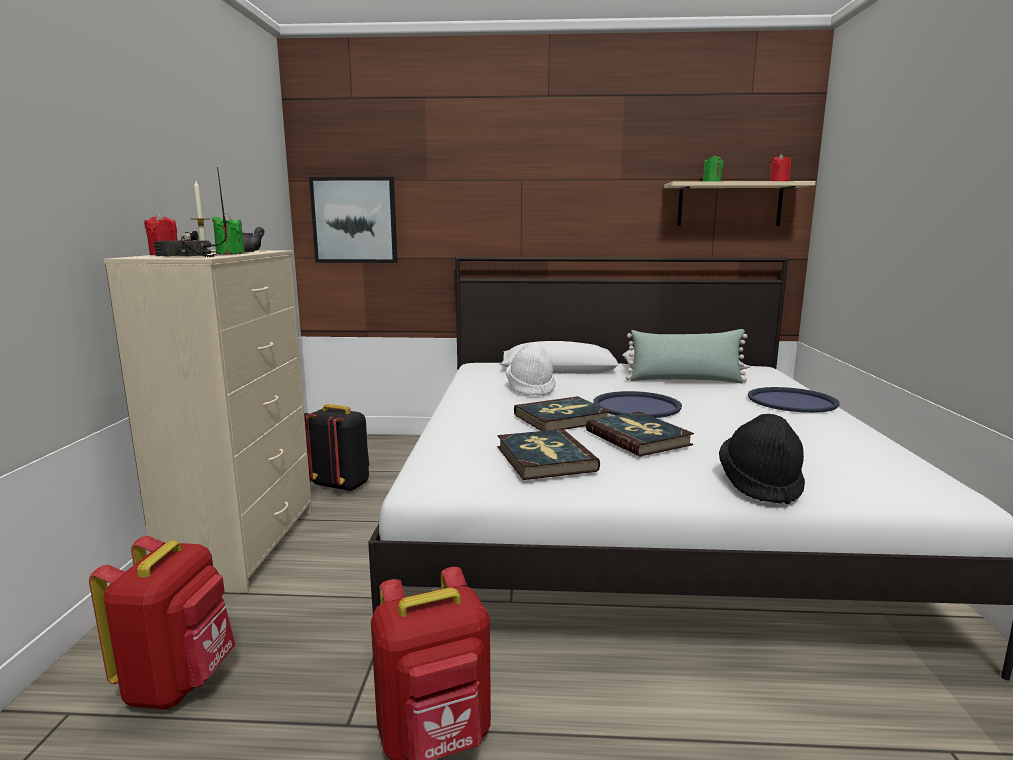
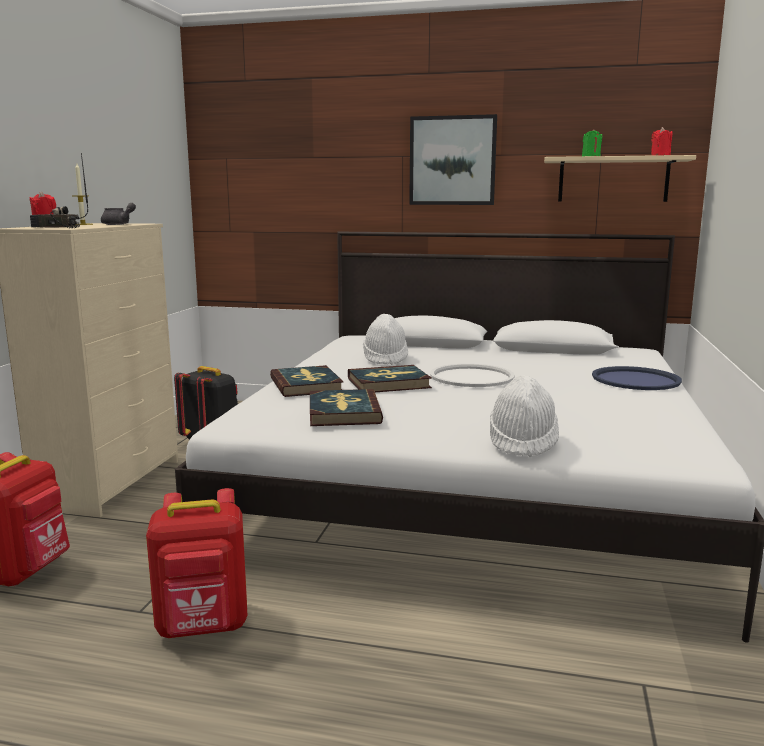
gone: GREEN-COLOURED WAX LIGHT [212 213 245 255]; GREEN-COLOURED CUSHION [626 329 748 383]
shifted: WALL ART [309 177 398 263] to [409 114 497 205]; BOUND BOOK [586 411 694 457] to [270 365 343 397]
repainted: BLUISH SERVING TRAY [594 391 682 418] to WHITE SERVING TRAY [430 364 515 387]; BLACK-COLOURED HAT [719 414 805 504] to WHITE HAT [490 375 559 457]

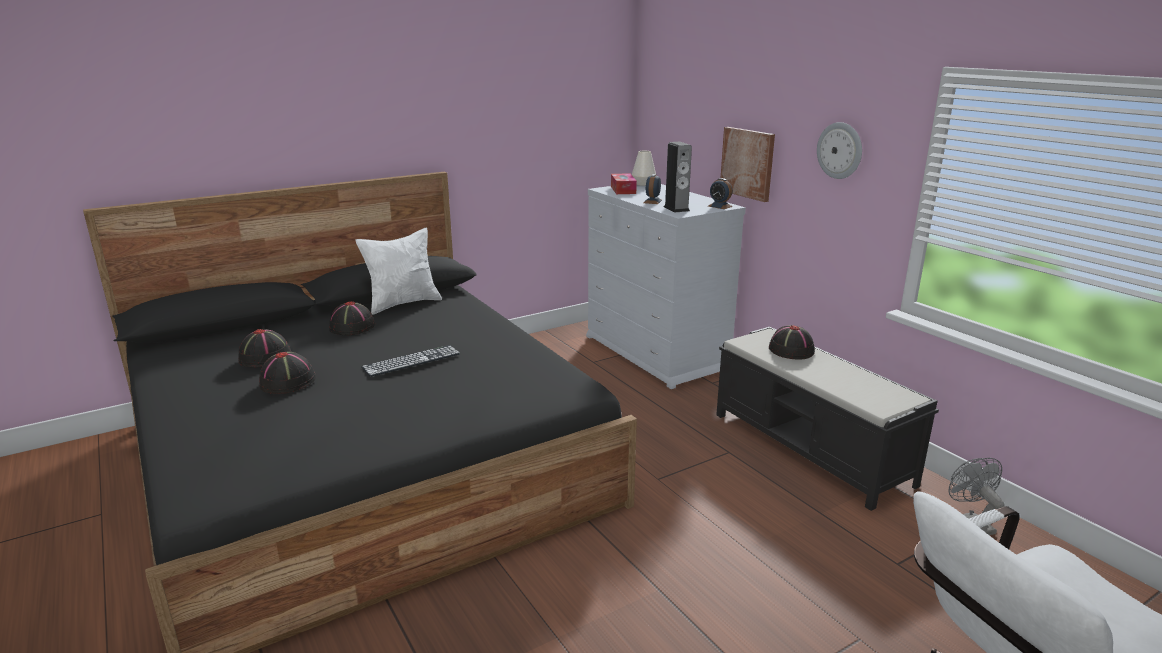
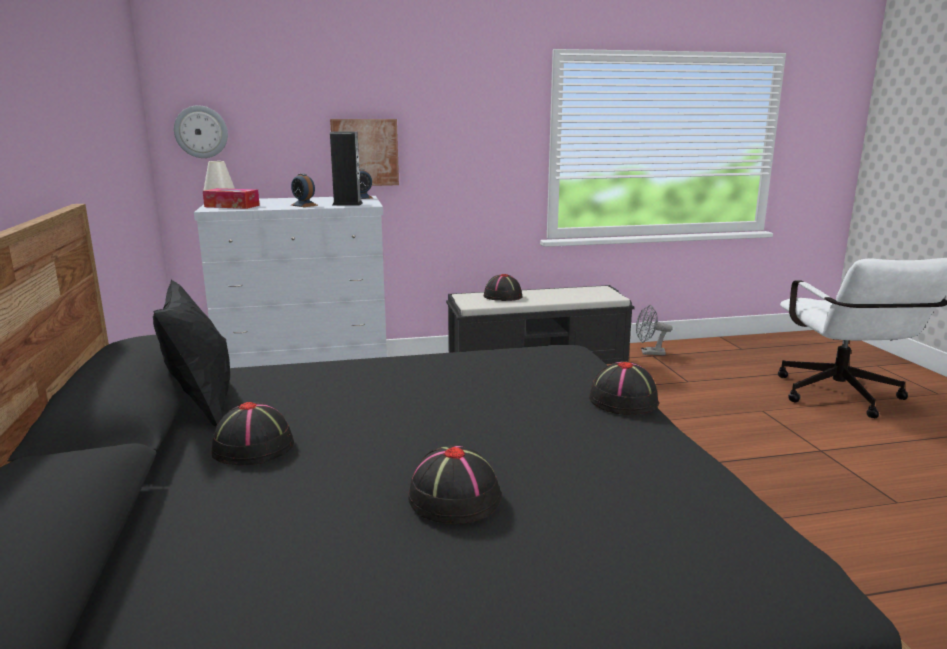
gone: KEYBOARD [361 345 460 377]
shifted: CLOCK ON THE WALL [817 122 862 179] to [174 105 228 158]; BLACK-COLOURED HAT [238 329 291 367] to [589 361 659 415]
repainted: WHITE CUSHION [355 228 442 315] to BLACK-COLOURED CUSHION [153 280 230 426]

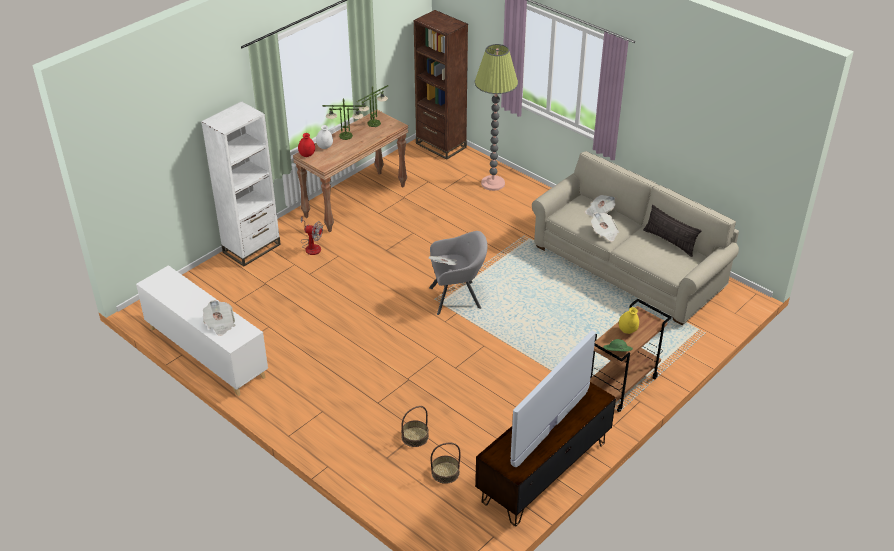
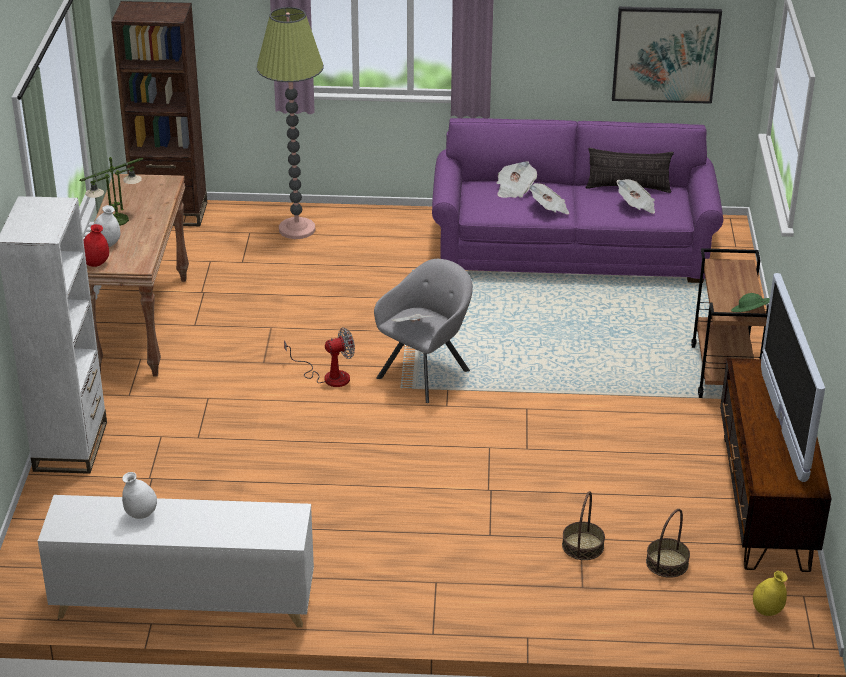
gone: TABLETOP LAMP [357 85 388 127]
new: WALL ART [612 7 722 104]; WHITE DECORATIVE VASE [122 472 157 519]
shifted: ELECTRIC FAN [301 217 323 255] to [284 327 355 387]; NEWSPAPER [203 300 235 336] to [617 179 655 214]; YELLOWISH DECORATIVE VASE [619 307 639 334] to [753 571 787 616]
repainted: BEIGE-COLOURED SETTEE [532 151 739 325] to PURPLISH SETTEE [432 118 723 283]

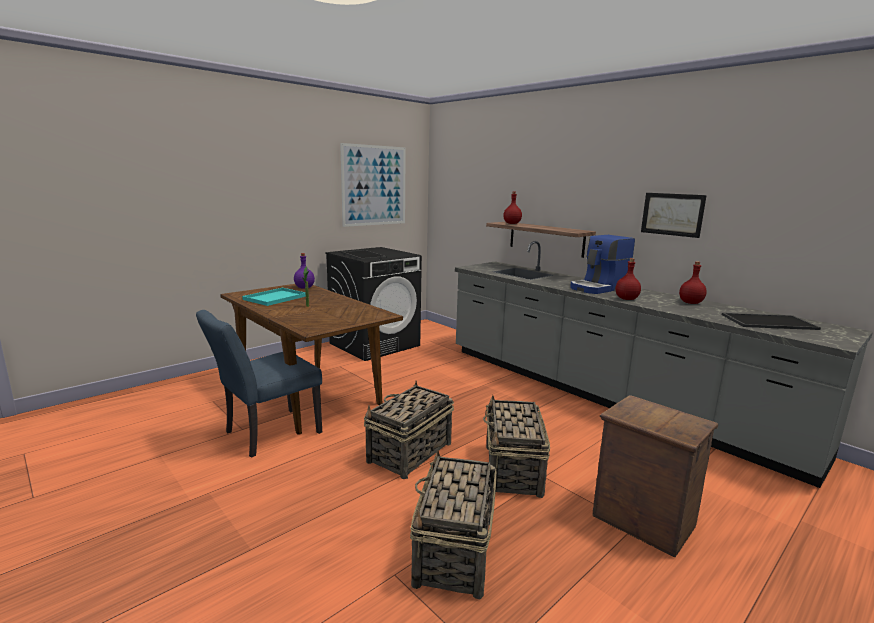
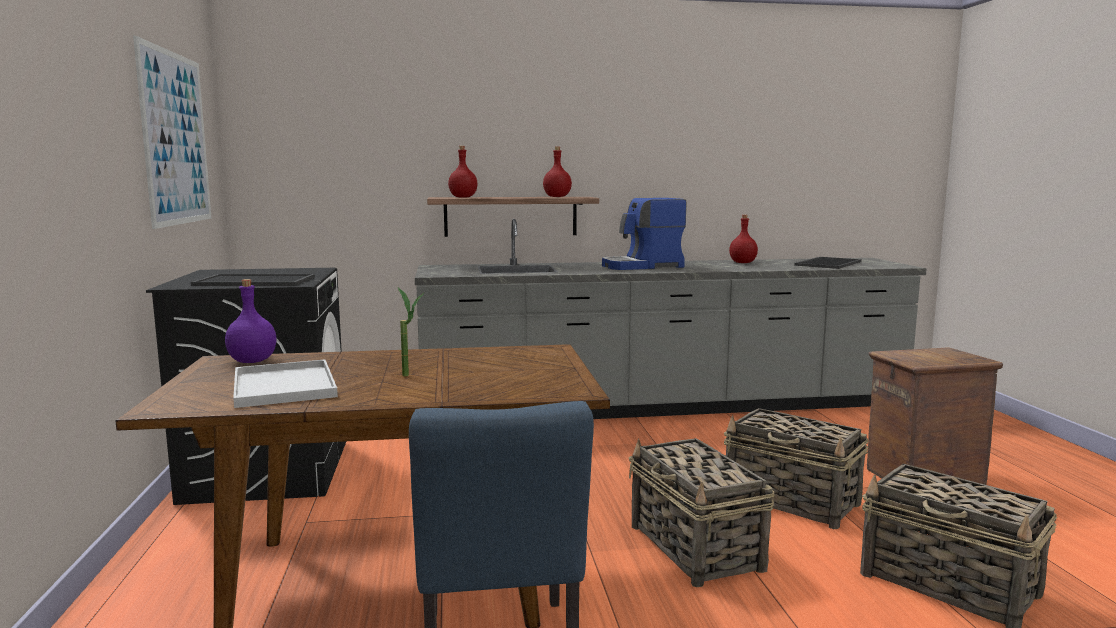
gone: WALL ART [641 193 707 238]
shifted: RED-COLOURED BOTTLE [616 258 641 300] to [543 146 572 197]
repainted: TURQUOISE SERVING TRAY [242 288 306 306] to WHITE SERVING TRAY [233 359 338 408]
rotated: COFFEE MAKER [570 235 635 294] = [602 198 686 270] 75 degrees clockwise

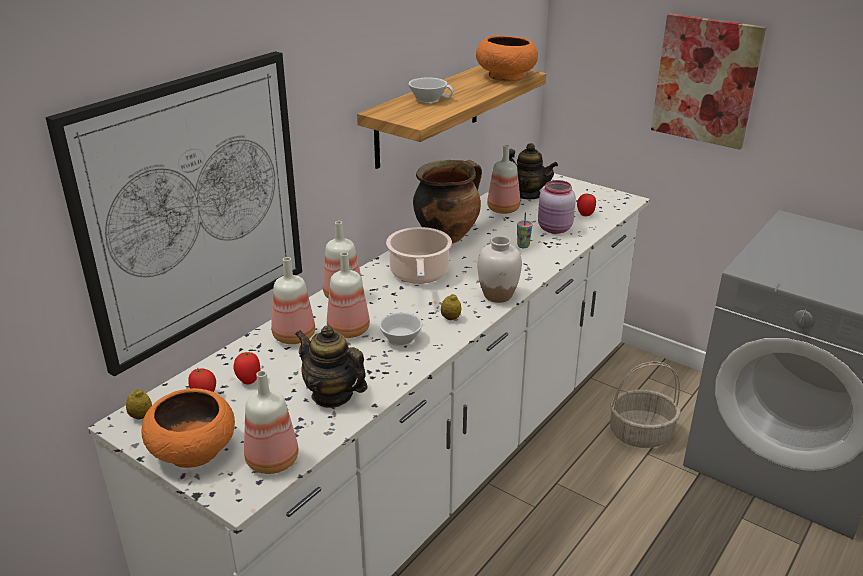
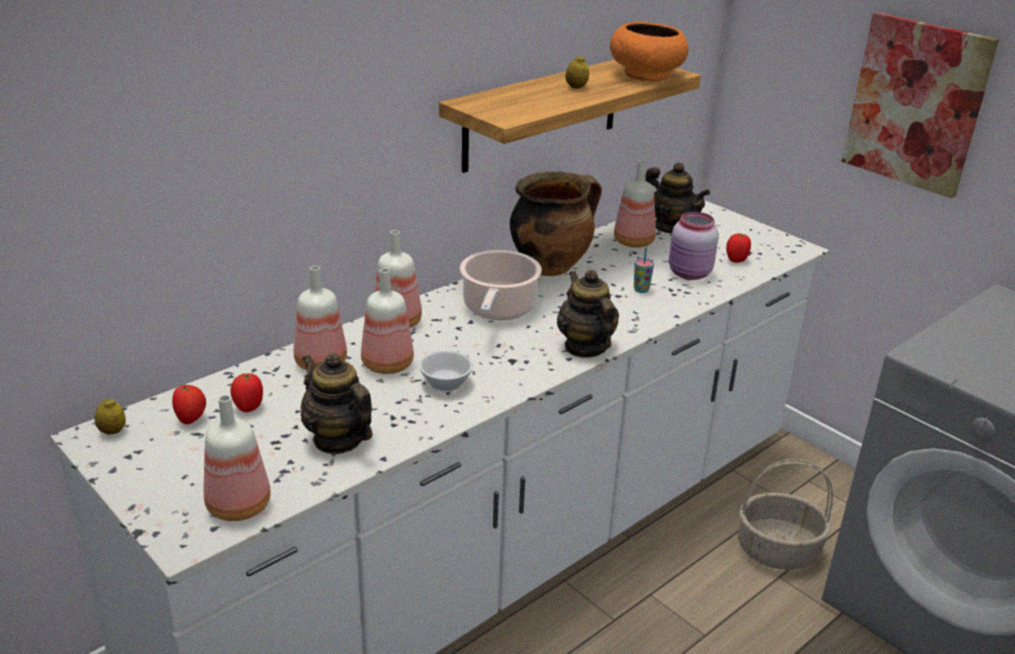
gone: WALL ART [45 51 302 377]; WHITE SMALL CUP [409 78 454 103]; ORANGE DEEP DISH [141 388 235 468]
shifted: LEMON [441 294 461 320] to [566 55 589 88]
swapped: WHITE DECORATIVE VASE [477 236 522 303] to POT FOR TEA [557 269 619 358]

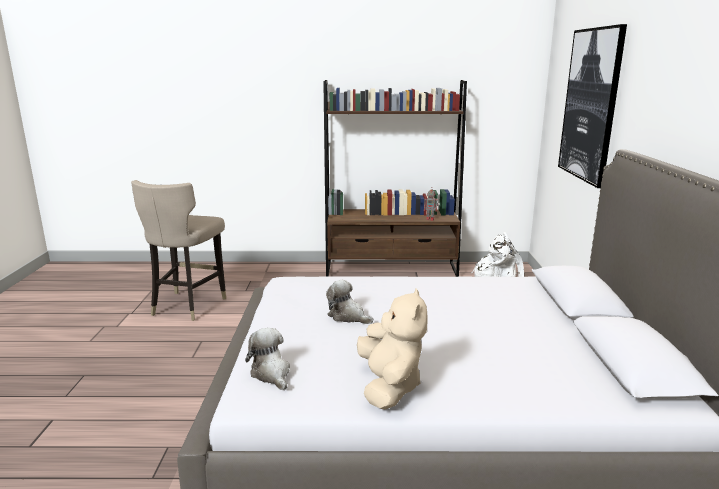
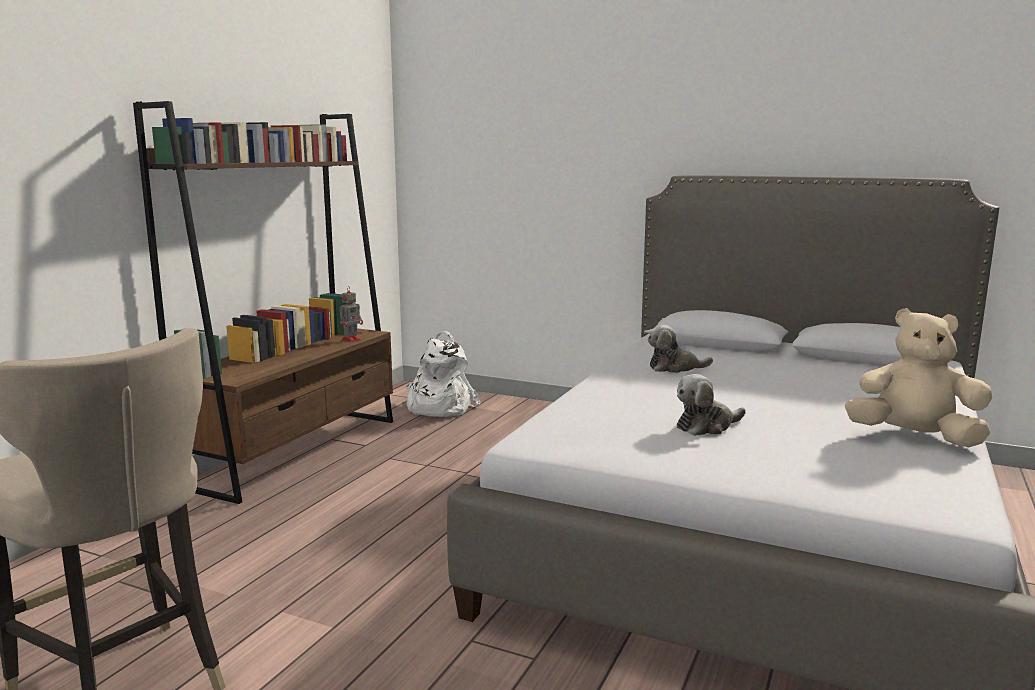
gone: WALL ART [558 24 627 188]
shifted: PLUSH TOY [245 328 290 390] to [648 325 713 373]

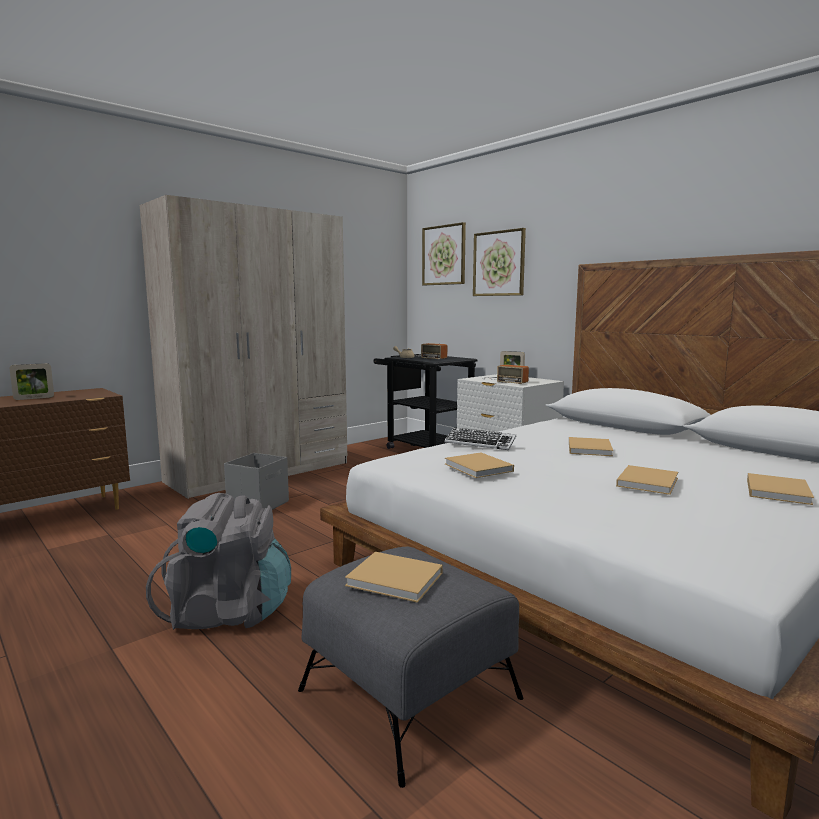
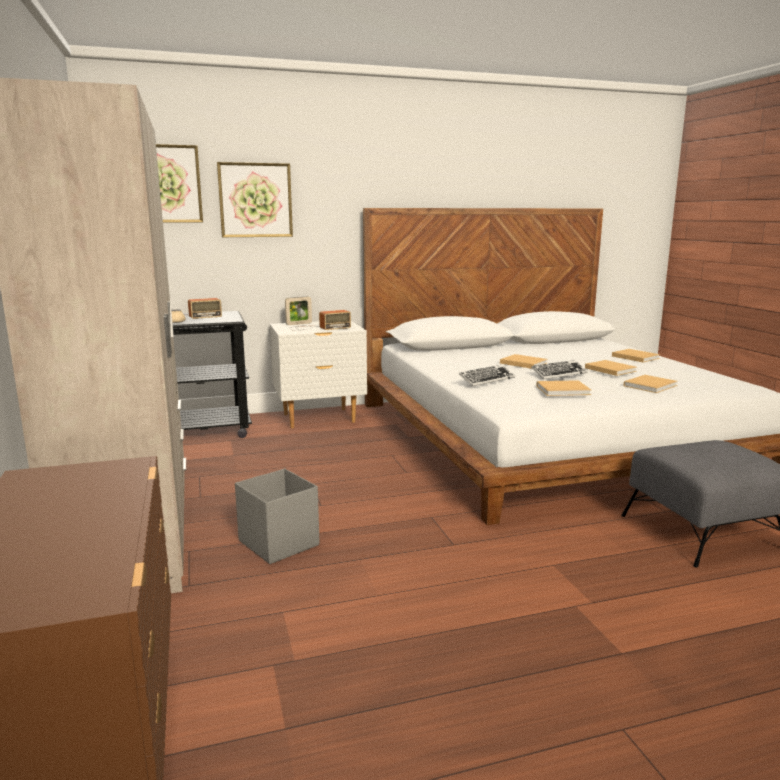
gone: PICTURE FRAME [10 363 54 400]; GREYISH BACKPACK [146 493 291 630]
new: KEYBOARD [531 360 588 379]
shifted: BEIGE-COLOURED BOUND BOOK [345 552 443 603] to [624 375 677 393]

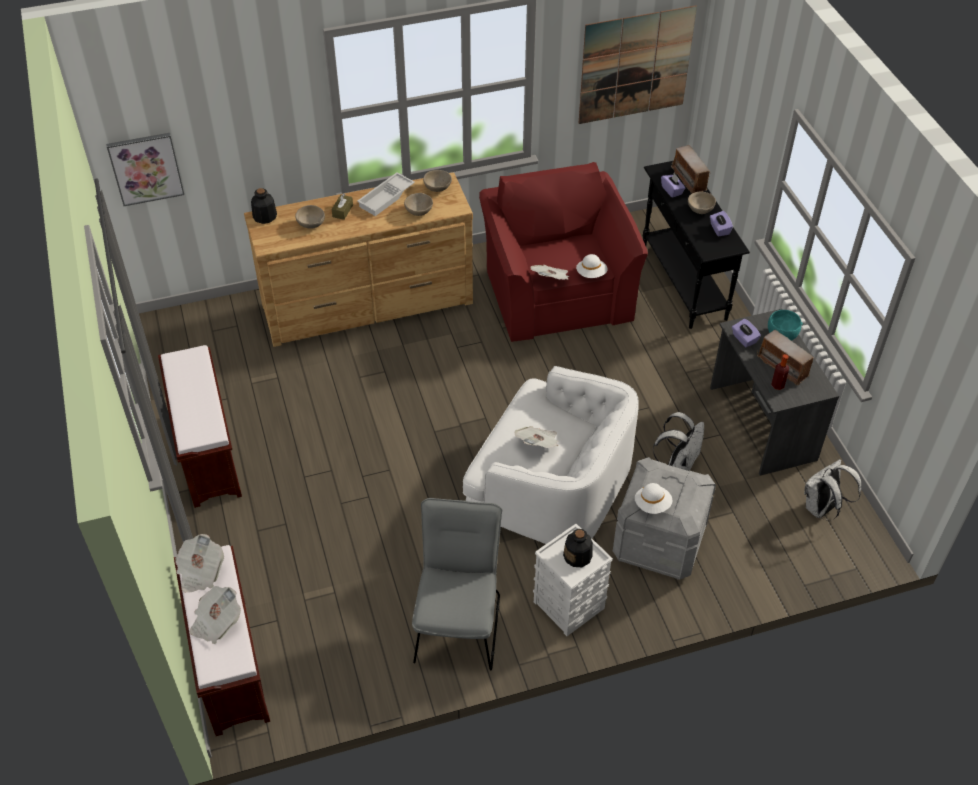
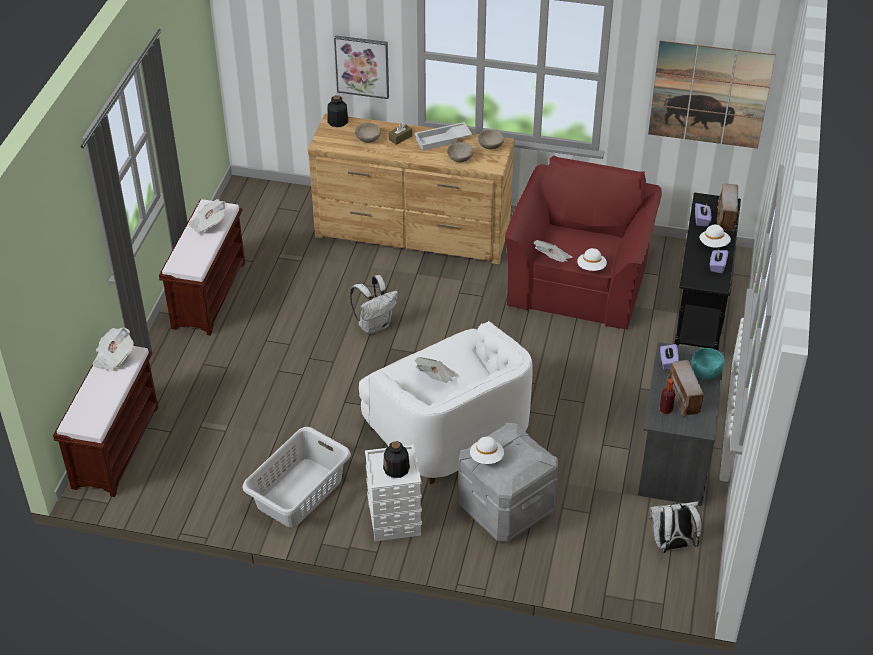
shifted: WALL ART [106 133 184 206] to [334 35 389 99]; WHITE BACKPACK [653 412 704 471] to [350 275 398 334]; NEWSPAPER [190 586 241 644] to [189 199 227 234]
swapped: BEIGE-COLOURED DEEP DISH [688 192 716 214] to WHITE HAT [699 225 731 248]; GREYISH CHAIR [412 498 502 670] to GREYISH HAMPER [242 427 351 528]

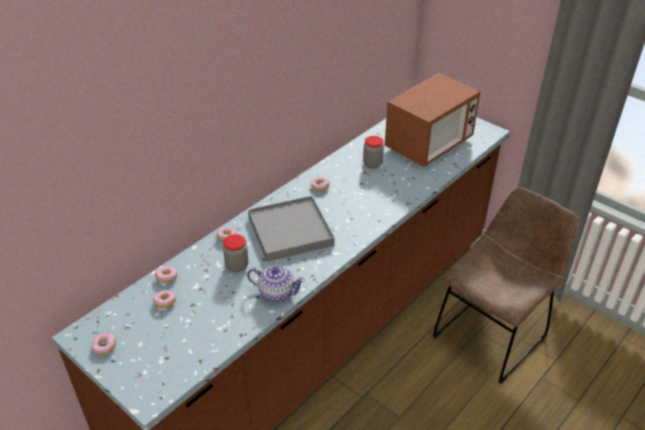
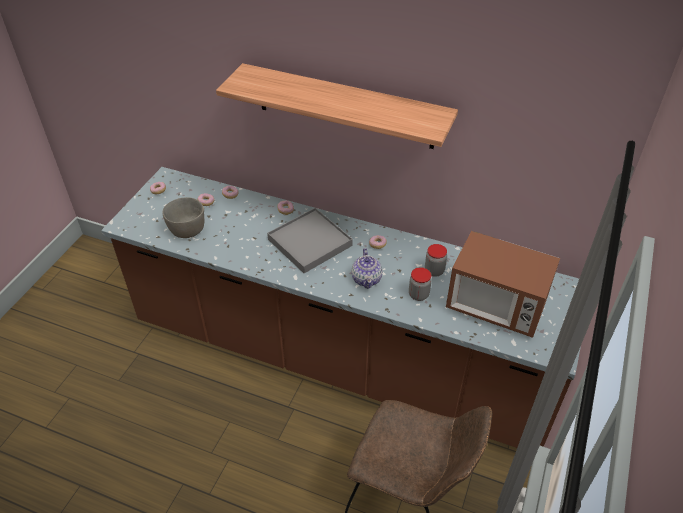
new: SHELF [216 63 458 149]; GREYISH DEEP DISH [163 197 204 238]
shifted: JAR [223 234 248 272] to [409 267 432 301]; POT FOR TEA [247 265 305 302] to [351 248 383 289]

